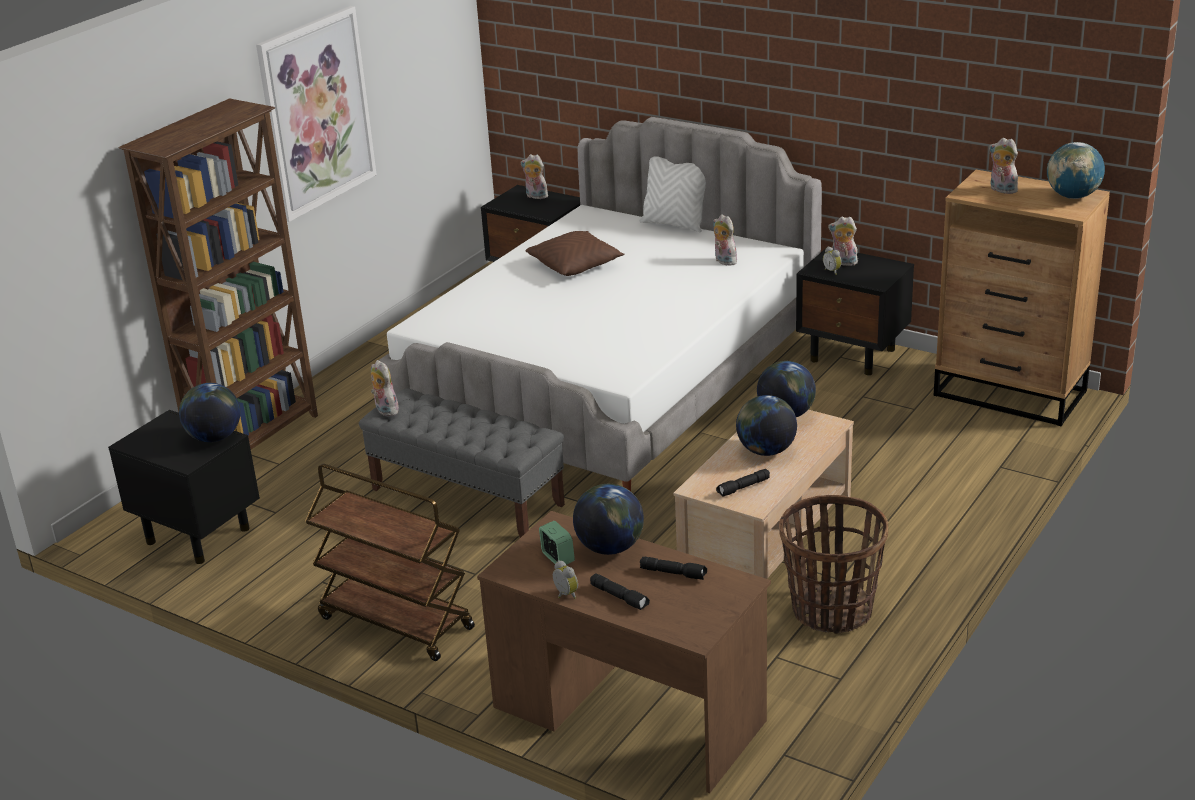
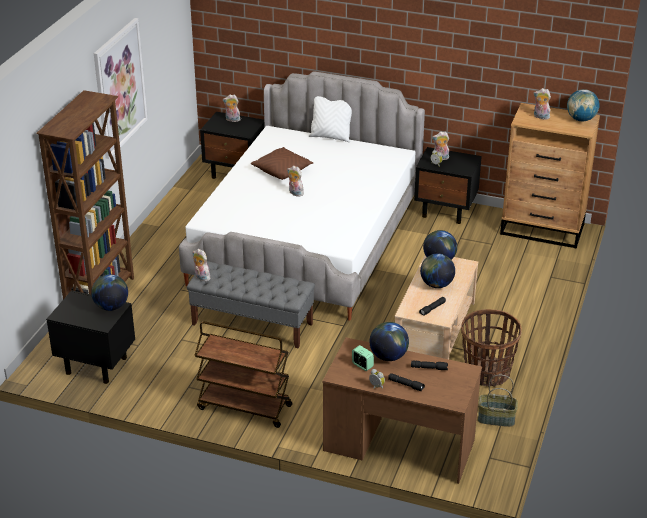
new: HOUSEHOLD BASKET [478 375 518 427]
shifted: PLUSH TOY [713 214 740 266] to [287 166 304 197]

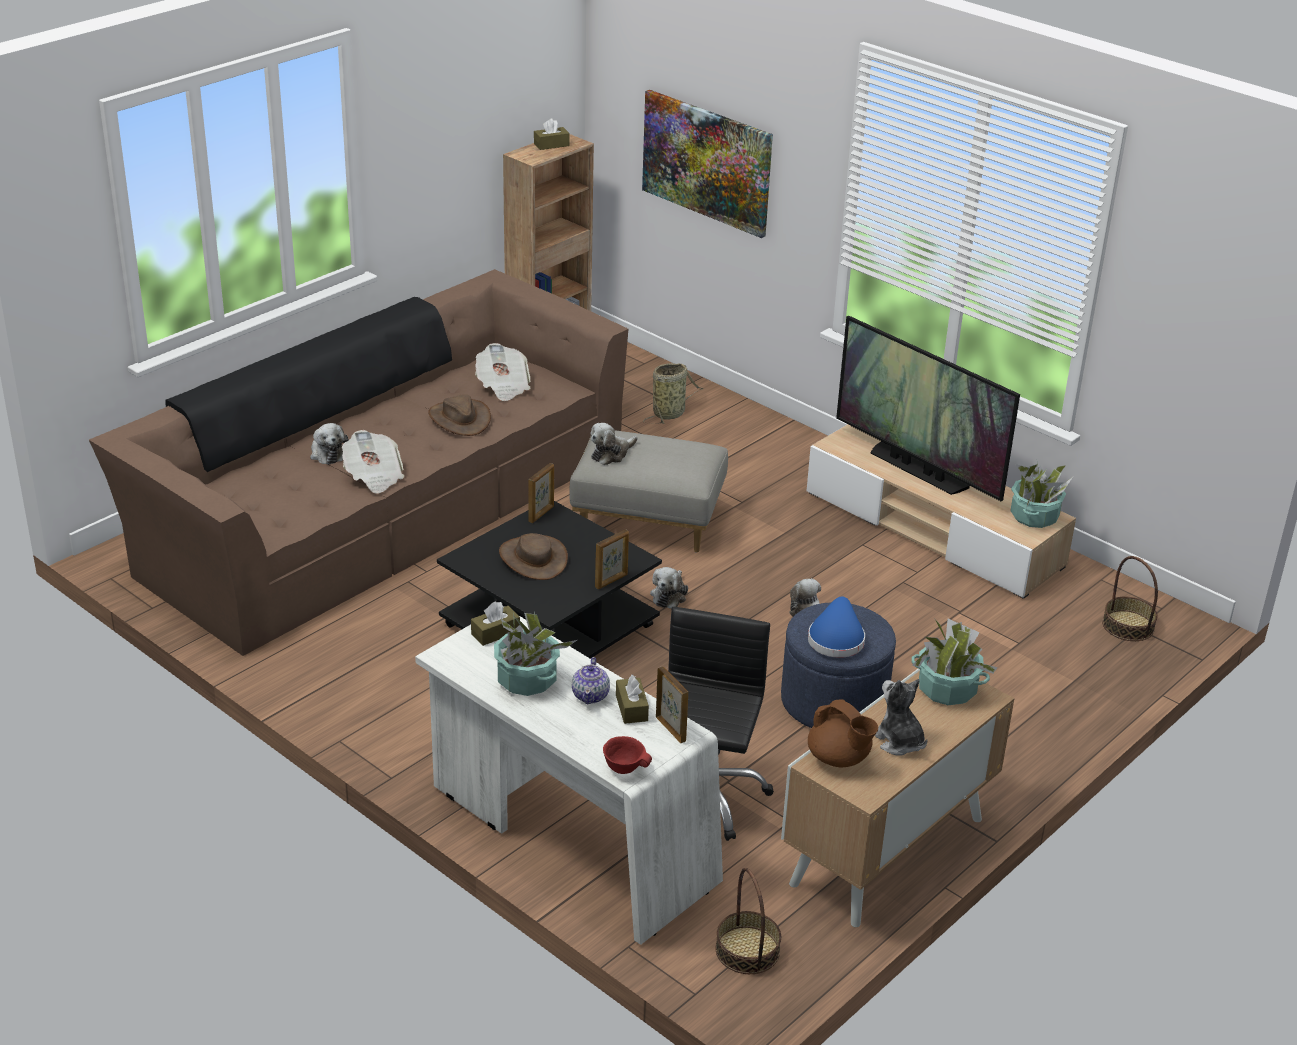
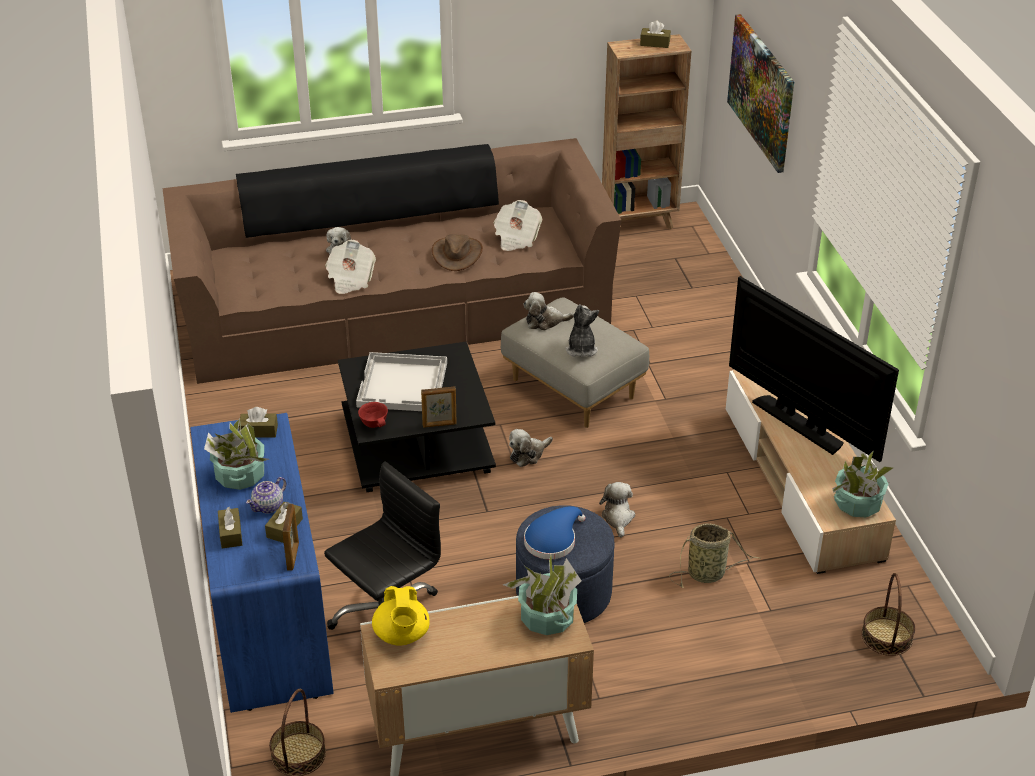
gone: PICTURE FRAME [528 463 554 523]
new: BROWN TISSUE HOLDER [218 507 242 548]
shifted: HOUSEHOLD BASKET [643 363 704 424] to [669 523 761 588]; PLUSH TOY [875 679 928 756] to [565 304 599 357]; RED-COLOURED DEEP DISH [603 736 652 774] to [358 402 388 428]
swapped: BROWN HAT [499 533 568 580] to WHITE SERVING TRAY [356 352 447 411]
repainted: WHITE DESK TABLE [415 606 723 945] to BLUISH DESK TABLE [190 413 334 713]; BROWN POT FOR TEA [808 699 878 767] to YELLOWISH POT FOR TEA [372 586 430 645]
rotated: TV [836 316 1020 501] = [729 276 899 462] 150 degrees clockwise

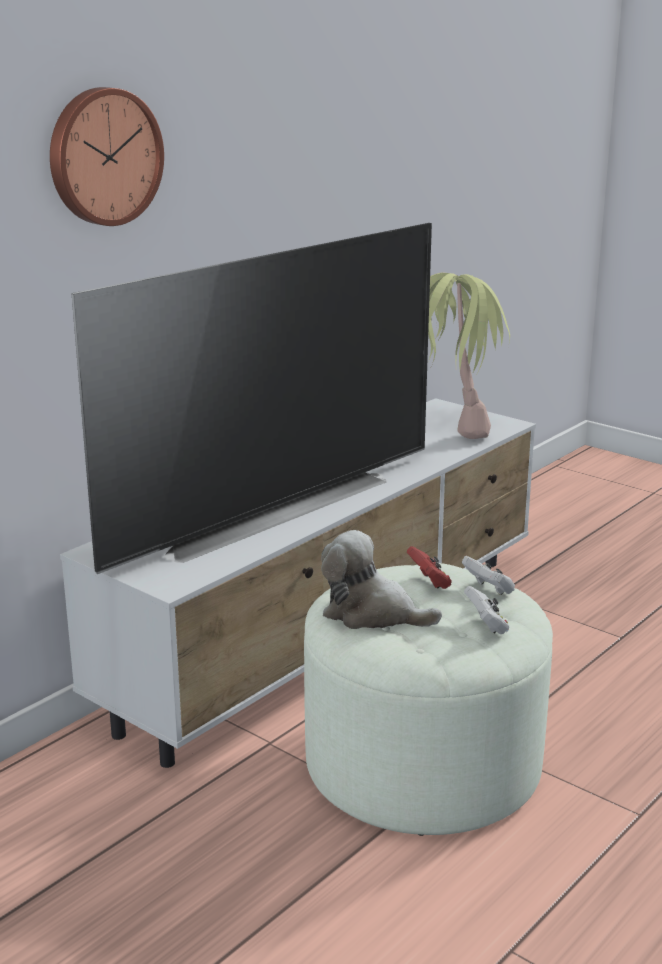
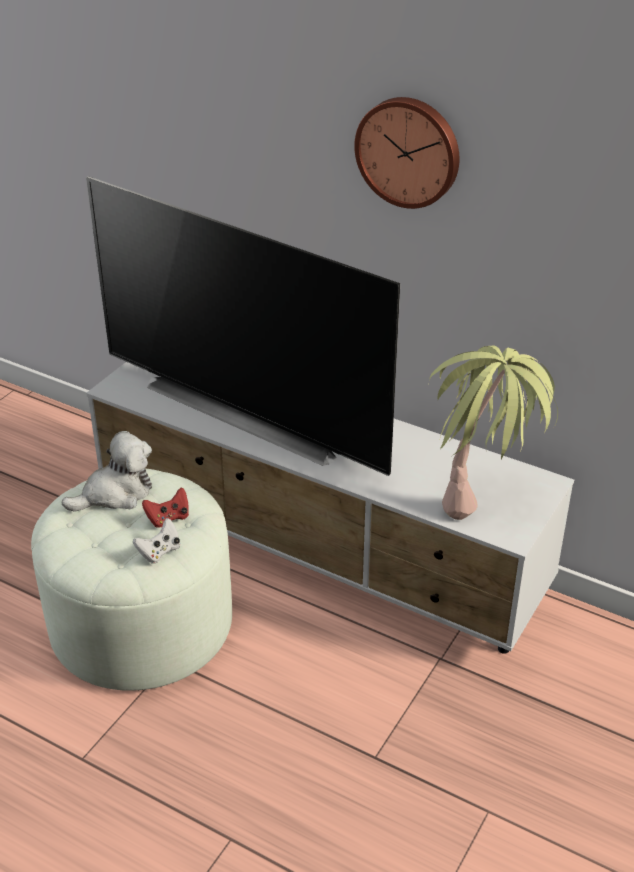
gone: WHITE GAME CONTROLLER [464 586 509 634]
shifted: CLOCK ON THE WALL [50 87 164 226] to [354 97 459 209]
rotated: PLUSH TOY [321 530 442 629] = [62 431 152 511] 45 degrees clockwise

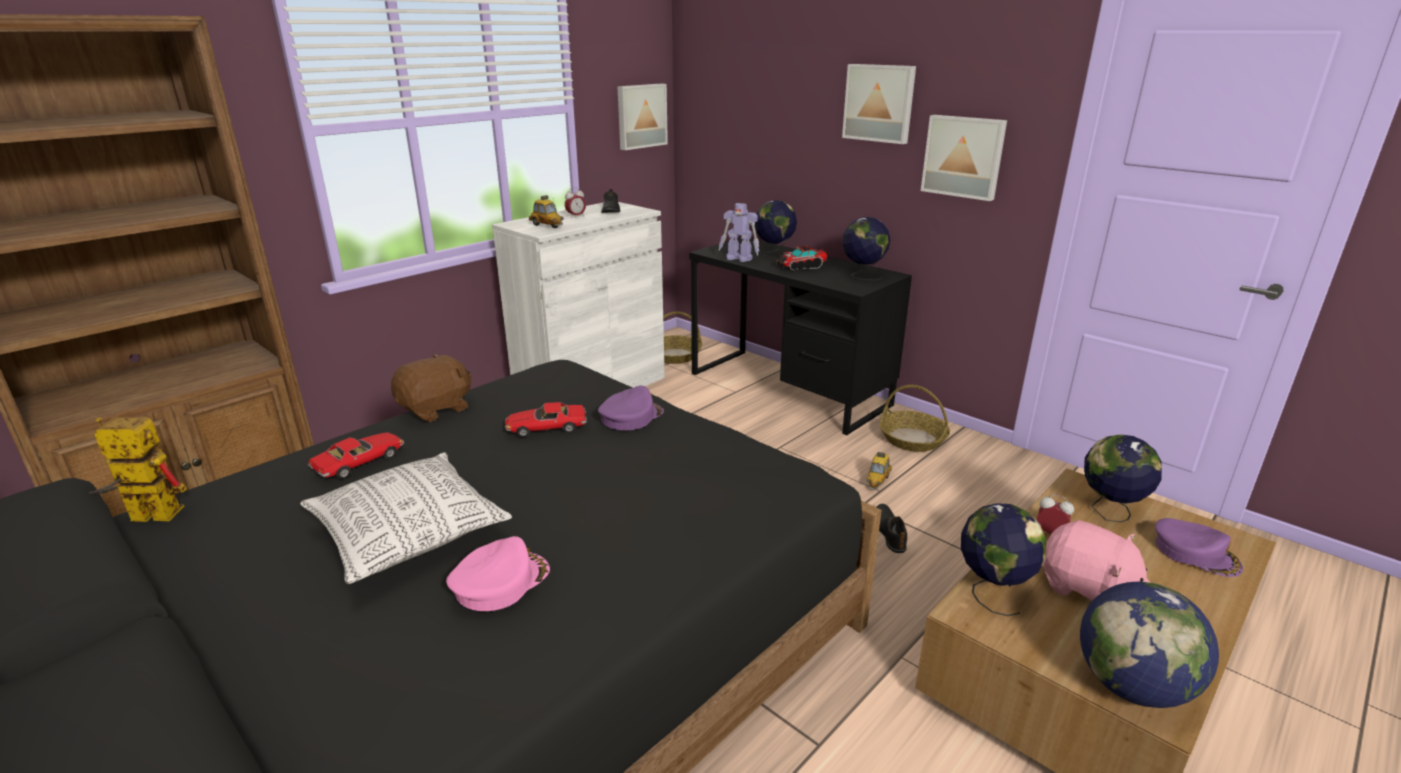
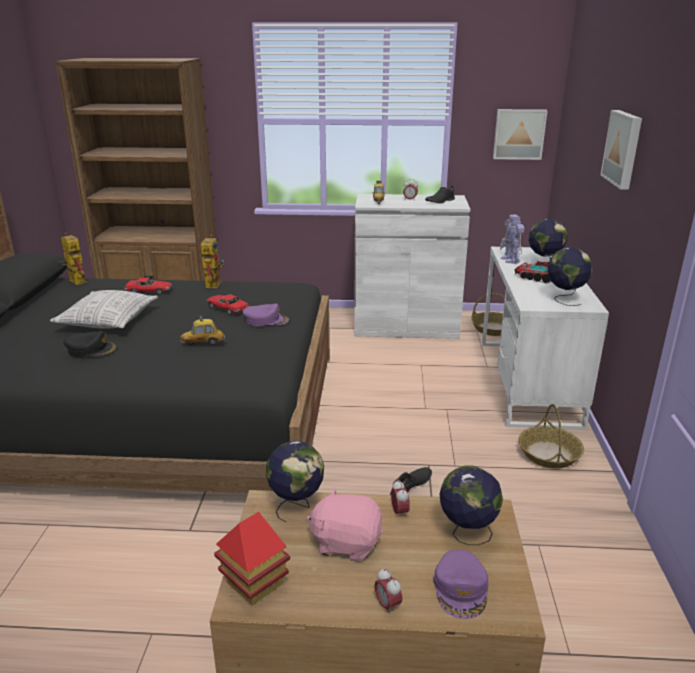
gone: WALL ART [921 115 1007 201]
new: TABLE CLOCK [375 569 402 615]
shifted: MODEL CAR [866 452 892 490] to [180 316 226 345]
swapped: BROWN PLUSH TOY [391 354 472 422] to MODEL ROBOT [201 235 224 288]; DESK GLOBE [1080 582 1219 708] to MINIATURE HOUSE [214 512 290 605]
repainted: BLACK-COLOURED DESK TABLE [689 238 912 435] to WHITE DESK TABLE [482 247 609 429]; PINK-COLOURED CAP [446 536 550 611] to BLACK-COLOURED CAP [63 331 118 357]
rotated: PINK-COLOURED PLUSH TOY [1043 520 1150 602] = [306 488 383 562] 105 degrees clockwise

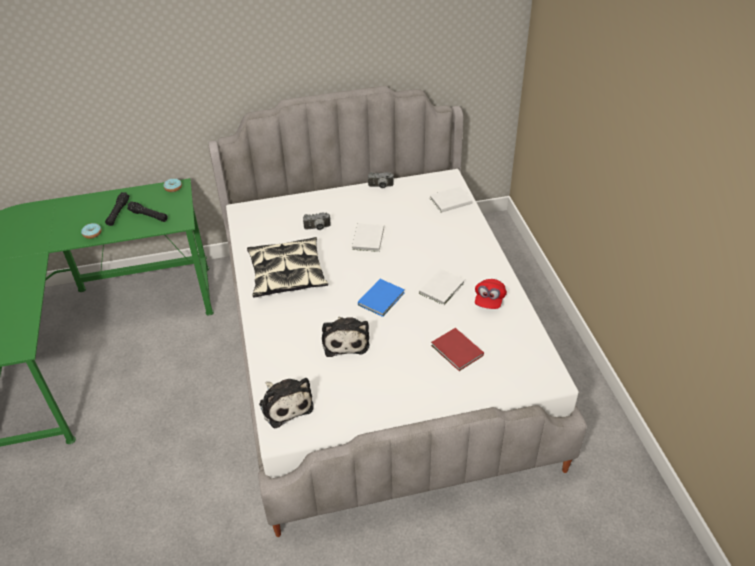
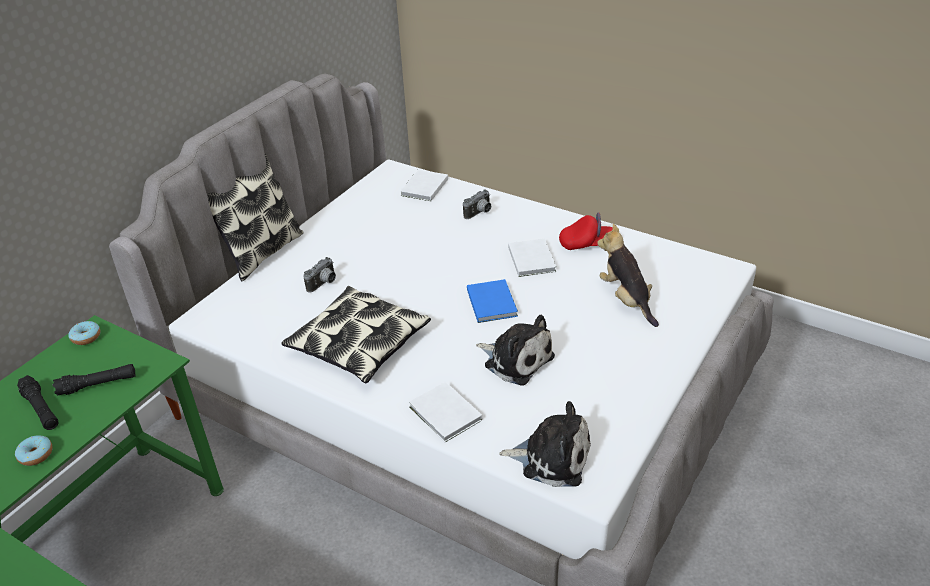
new: CUSHION [207 154 303 281]
shifted: STILL CAMERA [368 172 394 188] to [463 189 491 219]; WHITE BOUND BOOK [352 223 384 252] to [409 382 482 442]
swapped: RED-COLOURED BOUND BOOK [431 328 484 371] to PLUSH TOY [597 224 659 327]
rotated: RED-COLOURED CAP [475 279 507 309] = [559 212 613 250] 60 degrees counterclockwise

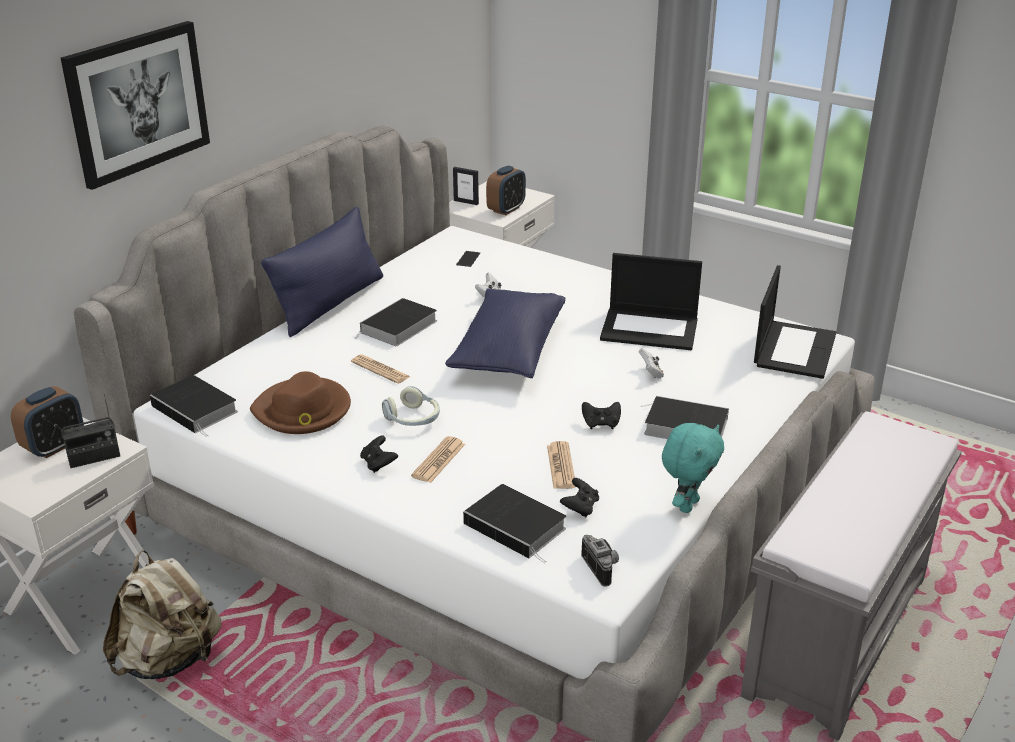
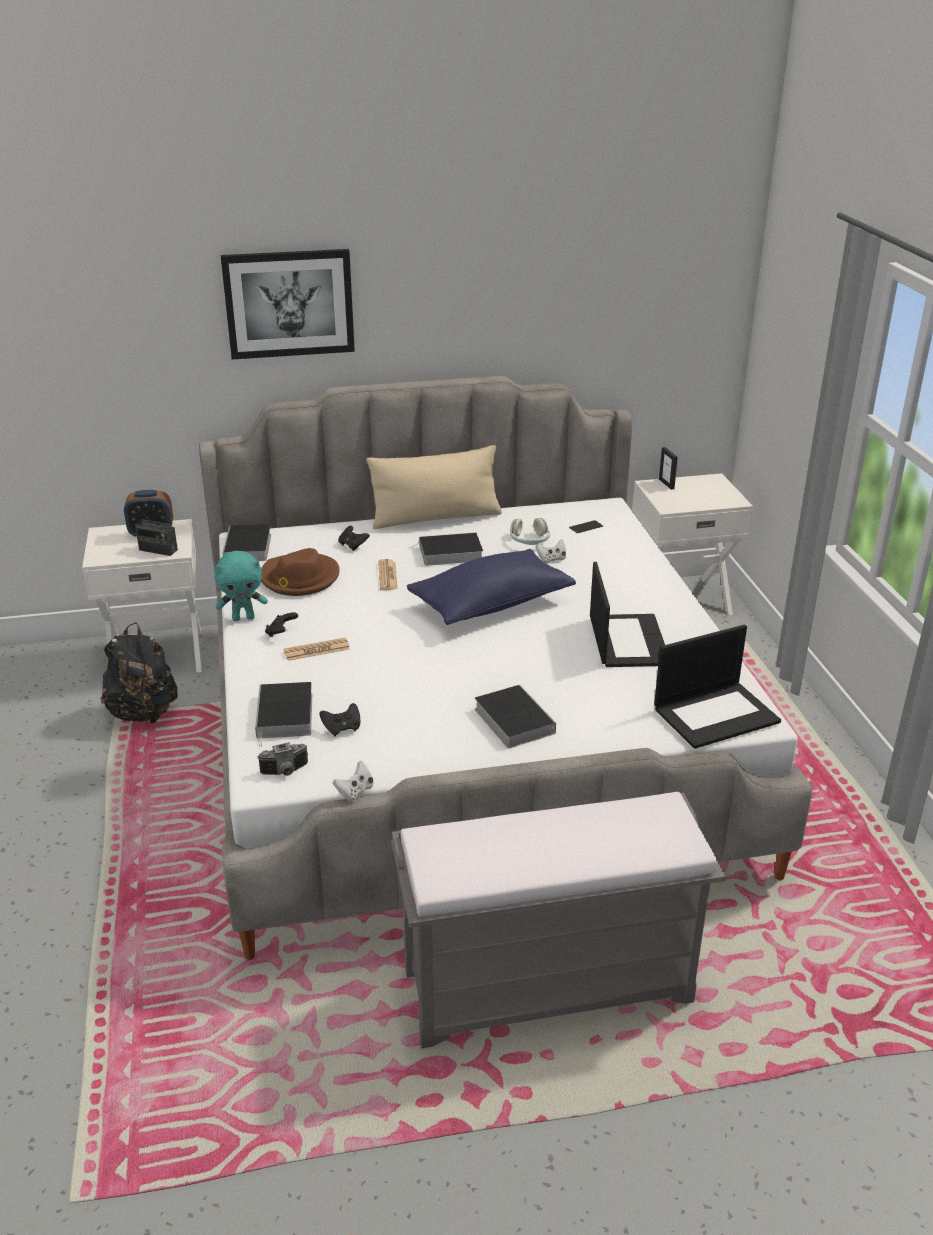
gone: TABLE CLOCK [486 165 526 215]; NEWSPAPER [547 441 576 489]
shifted: WHITE GAME CONTROLLER [639 348 664 379] to [333 761 373 801]; HEADPHONES [382 386 440 426] to [510 518 550 545]; BLACK-COLOURED GAME CONTROLLER [582 402 621 429] to [338 526 370 551]; TURQUOISE PLUSH TOY [662 423 724 513] to [215 551 268 621]
repainted: BLUISH CUSHION [261 207 383 337] to BEIGE-COLOURED CUSHION [367 445 502 529]; BEIGE-COLOURED BACKPACK [103 550 222 679] to BLACK-COLOURED BACKPACK [100 623 177 724]
rotated: PORTABLE COMPUTER [600 253 702 350] = [590 562 665 667] 150 degrees counterclockwise; STILL CAMERA [581 535 619 587] = [257 742 308 776] 45 degrees clockwise

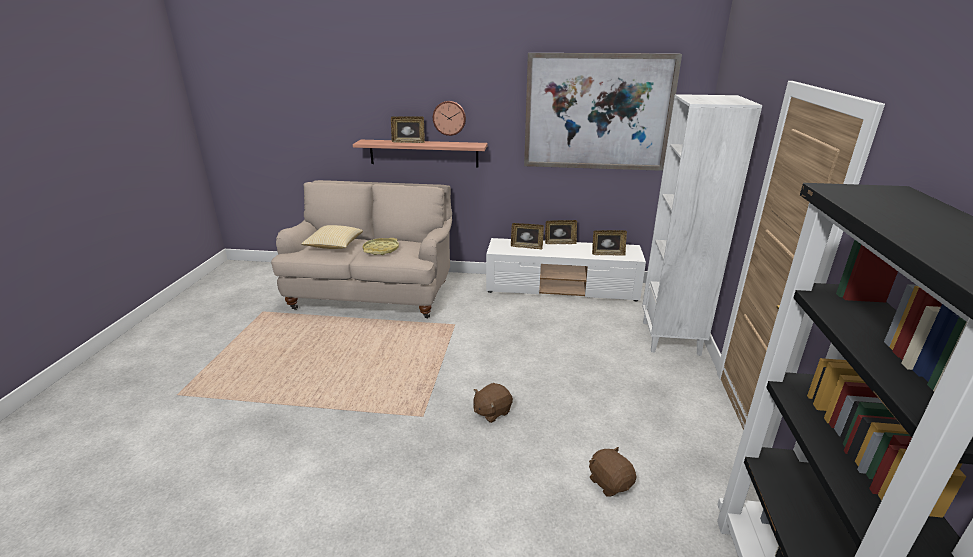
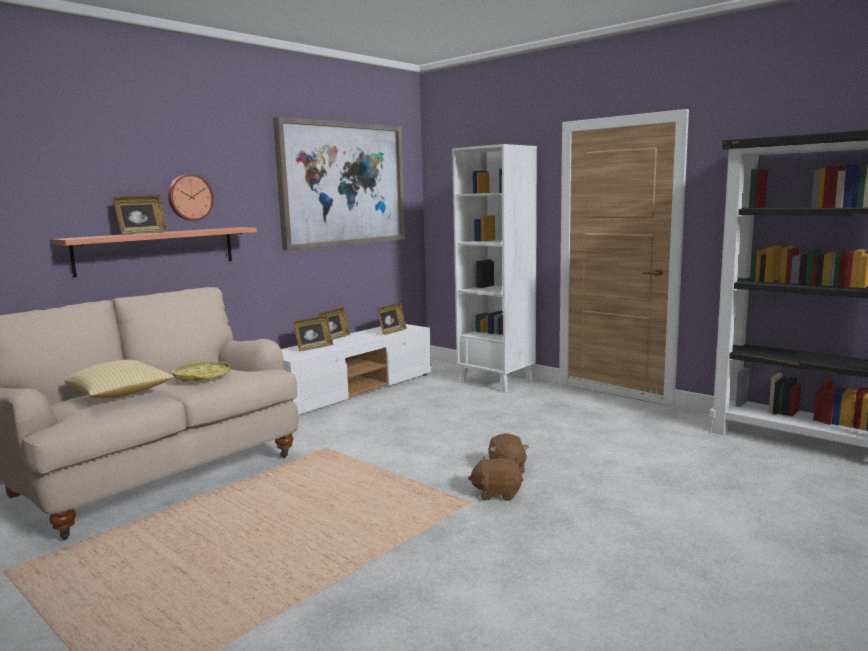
shifted: BROWN PLUSH TOY [589 447 636 497] to [468 457 523 501]

